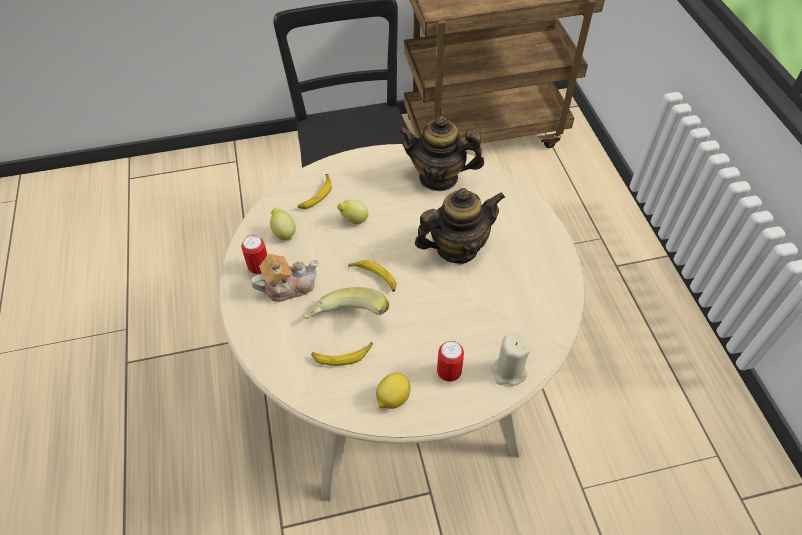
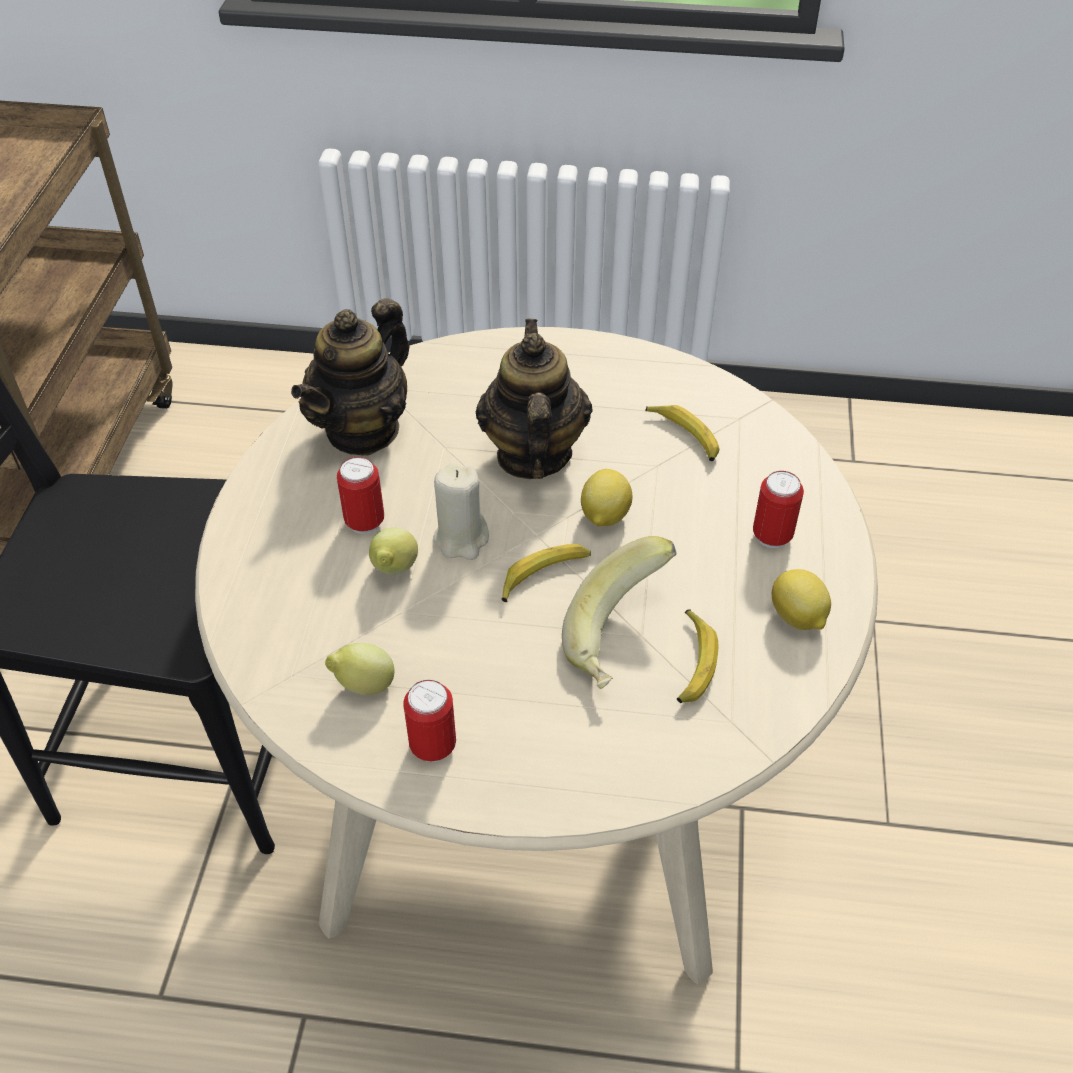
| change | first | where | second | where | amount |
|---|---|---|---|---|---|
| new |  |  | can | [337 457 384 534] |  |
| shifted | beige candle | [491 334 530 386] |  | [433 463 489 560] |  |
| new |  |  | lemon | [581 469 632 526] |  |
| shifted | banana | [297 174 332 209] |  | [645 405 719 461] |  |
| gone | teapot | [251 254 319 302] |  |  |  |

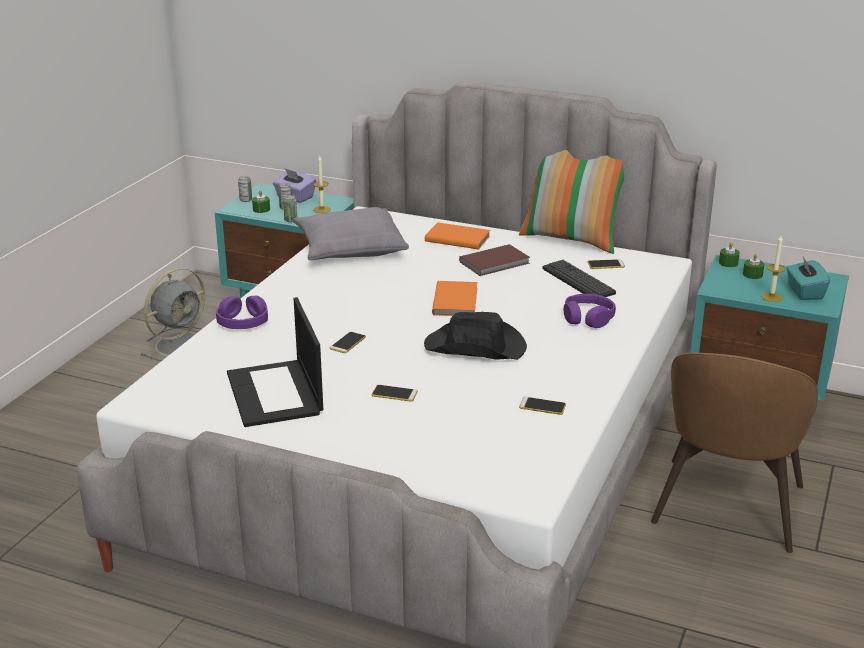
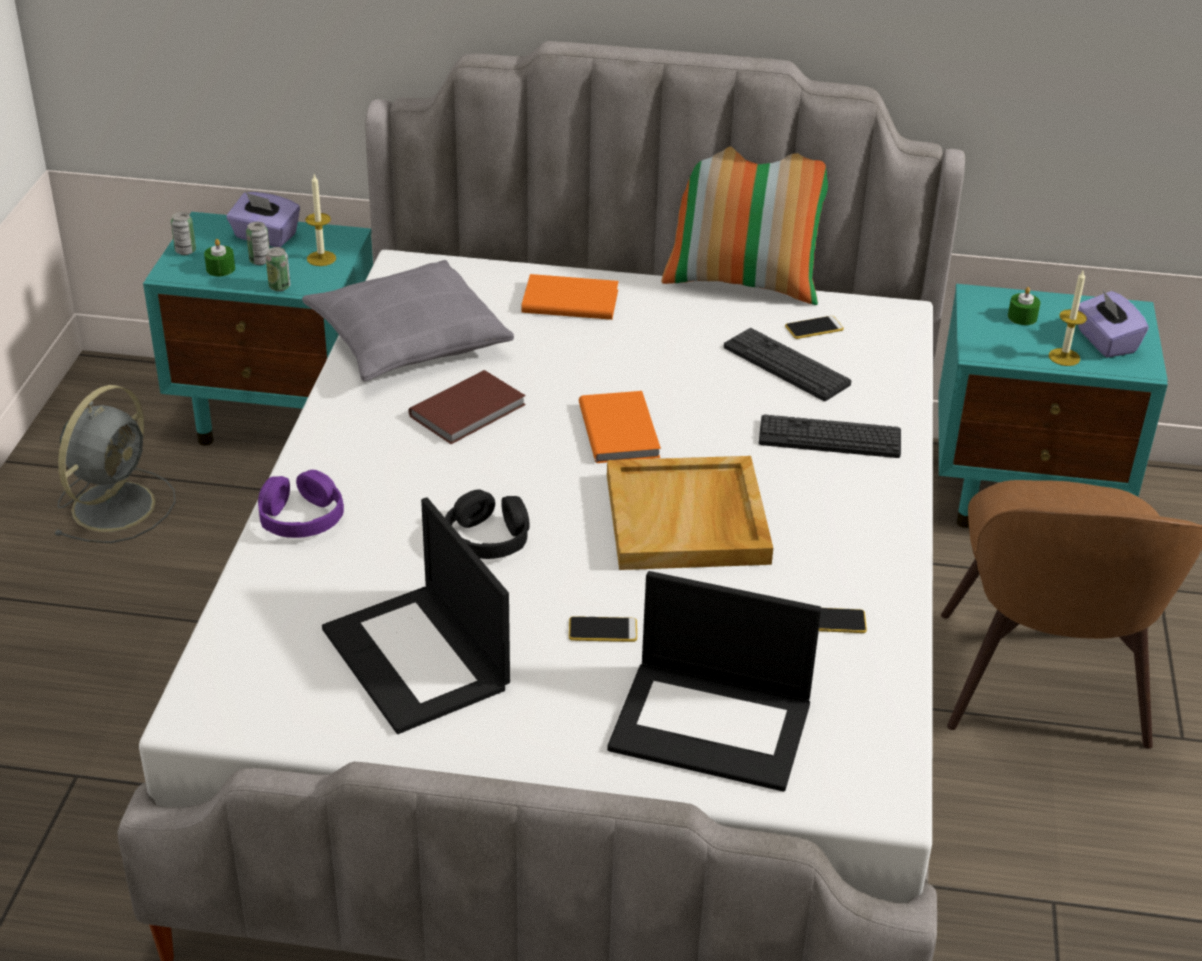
| change | first | where | second | where | amount |
|---|---|---|---|---|---|
| shifted | brown book | [459 244 530 276] |  | [409 370 526 444] |  |
| swapped | phone | [329 332 366 353] | black headphones | [445 489 529 559] |  |
| swapped | black hat | [424 312 527 360] | beige tray | [607 456 773 570] |  |
| new |  |  | laptop | [607 571 822 792] |  |
| swapped | purple headphones | [564 294 616 328] | keyboard | [759 414 901 458] |  |
| repainted | turquoise tissue box | [786 257 830 300] | purple tissue box | [1078 290 1149 358] |  |
| gone | green candle | [719 242 740 267] |  |  |  |

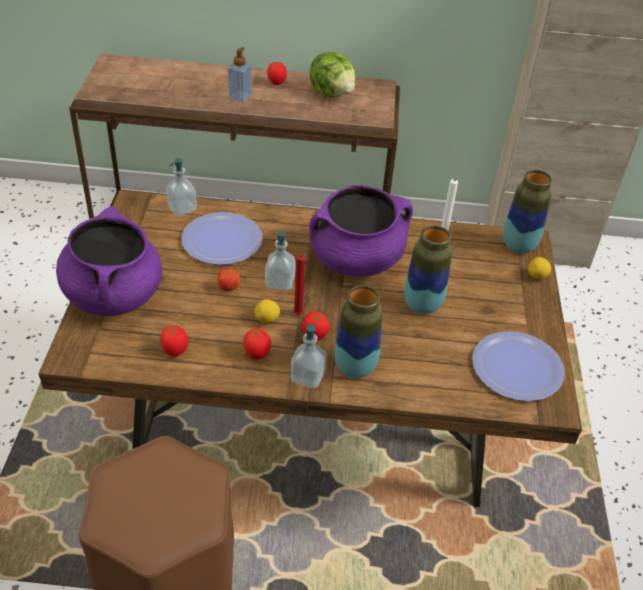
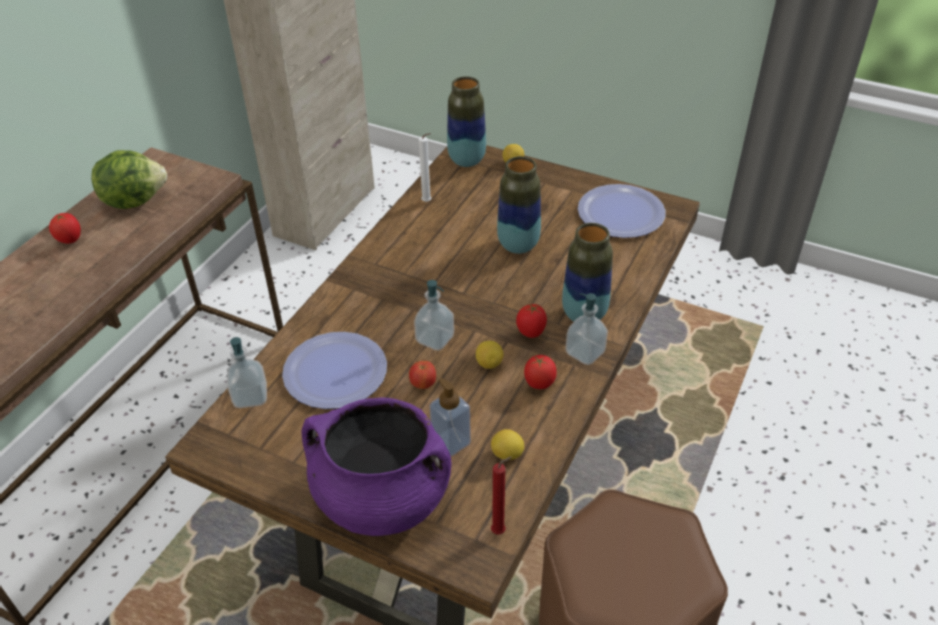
| change | first | where | second | where | amount |
|---|---|---|---|---|---|
| shifted | soap dispenser | [228 47 252 102] |  | [429 378 471 456] |  |
| swapped | tomato | [160 326 188 357] | lemon | [491 429 524 460] |  |
| shifted | red candle | [293 254 307 315] |  | [491 457 512 535] |  |
| gone | purple cooking pot | [309 185 413 277] |  |  |  |

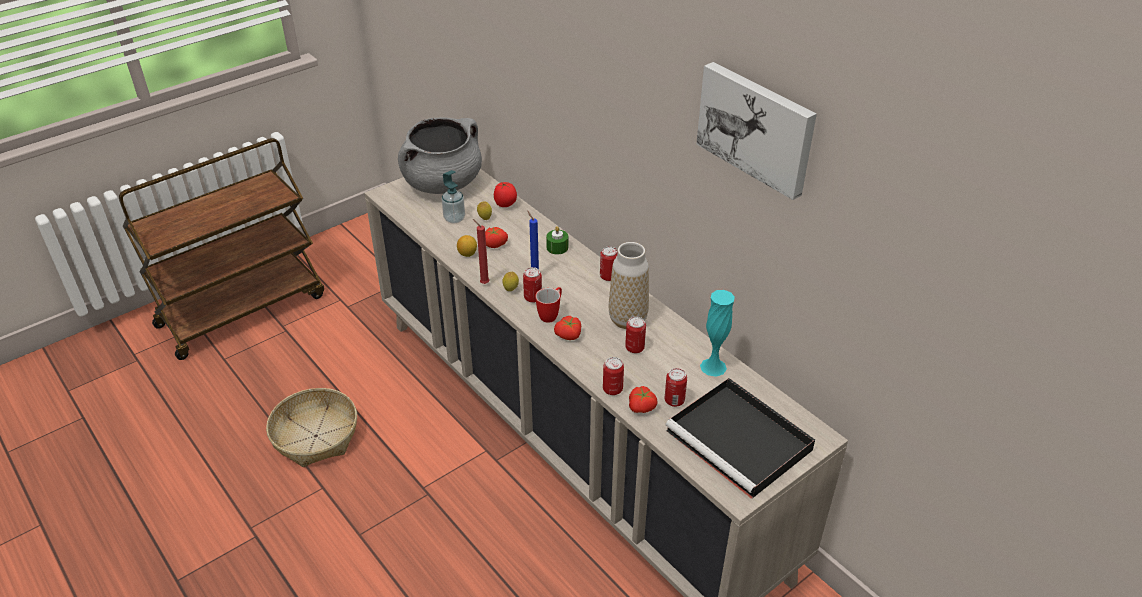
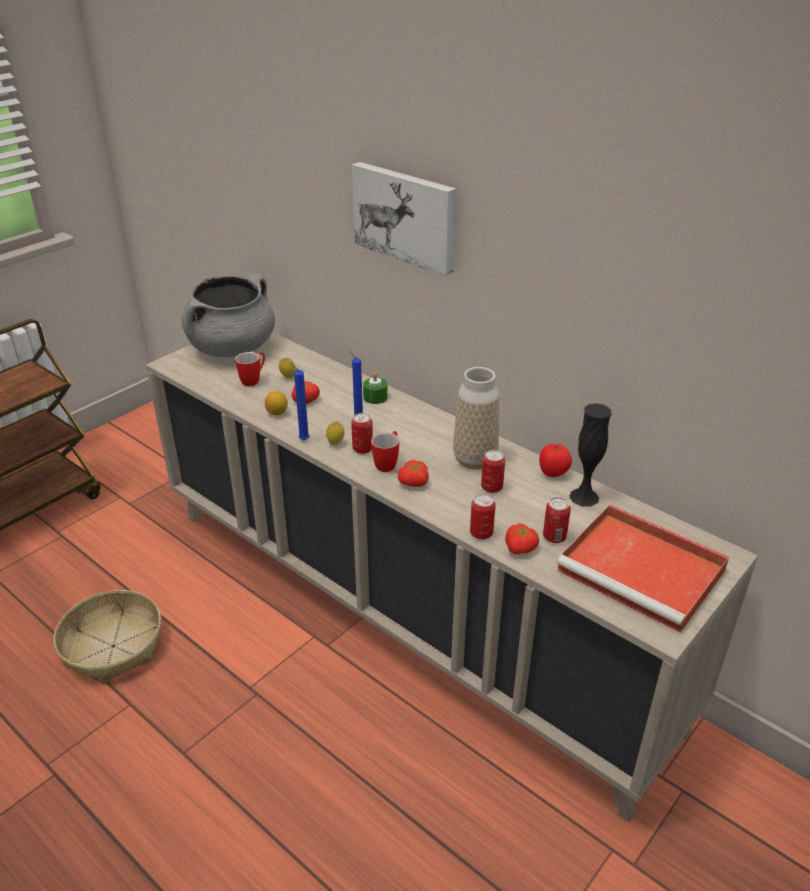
| change | first | where | second | where | amount |
|---|---|---|---|---|---|
| swapped | soap dispenser | [442 170 465 224] | mug | [235 352 265 386] |  |
| repainted | red candle | [473 219 490 284] | blue candle | [289 363 310 441] |  |
| shifted | picture | [696 62 817 200] |  | [352 162 456 276] |  |
| shifted | tomato | [494 182 517 207] |  | [539 444 572 477] |  |
| repainted | black tray | [665 378 815 499] | red tray | [557 504 729 633] |  |
| repainted | turquoise vase | [700 290 735 377] | black vase | [569 403 612 507] |  |
| gone | can | [600 246 617 281] |  |  |  |

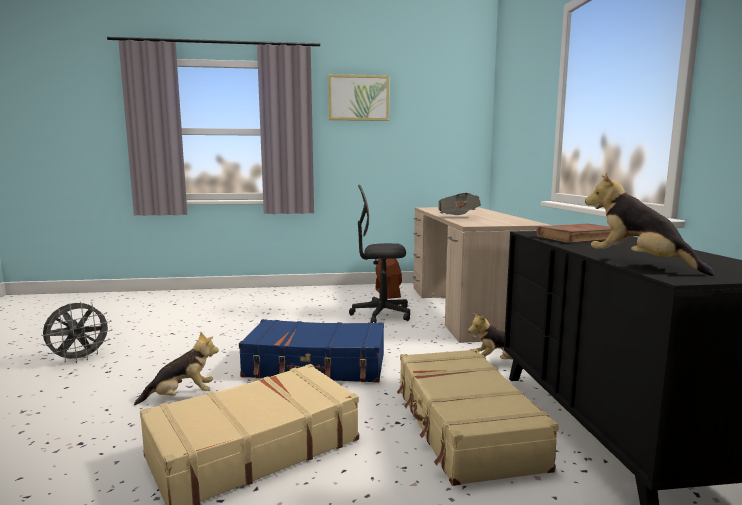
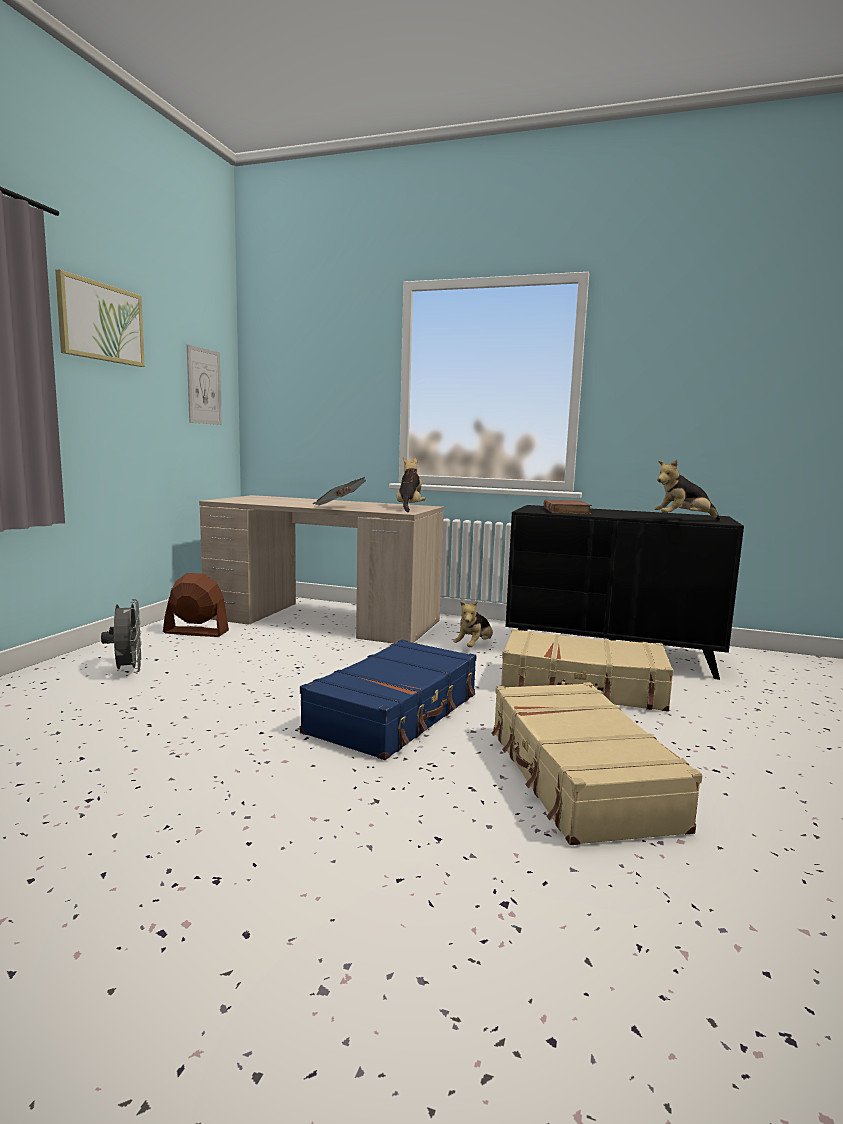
| change | first | where | second | where | amount |
|---|---|---|---|---|---|
| shifted | grey fan | [41 301 112 363] |  | [101 599 142 673] |  |
| new |  |  | picture | [187 345 222 425] |  |
| shifted | plush toy | [134 332 219 405] |  | [396 457 426 512] |  |
| gone | grey office chair | [349 184 410 323] |  |  |  |

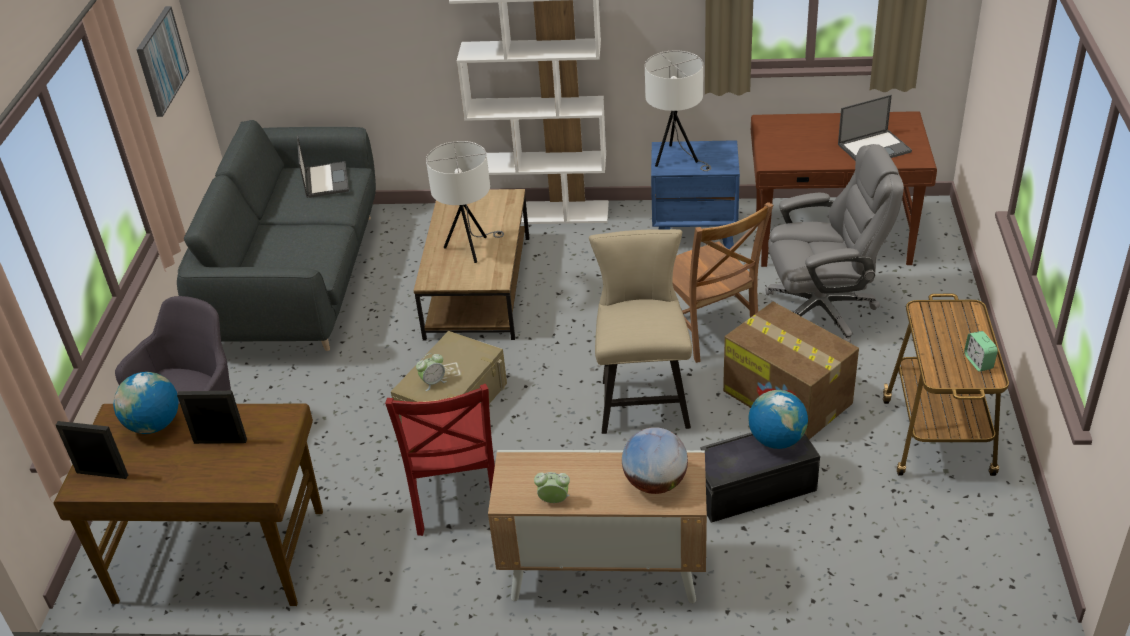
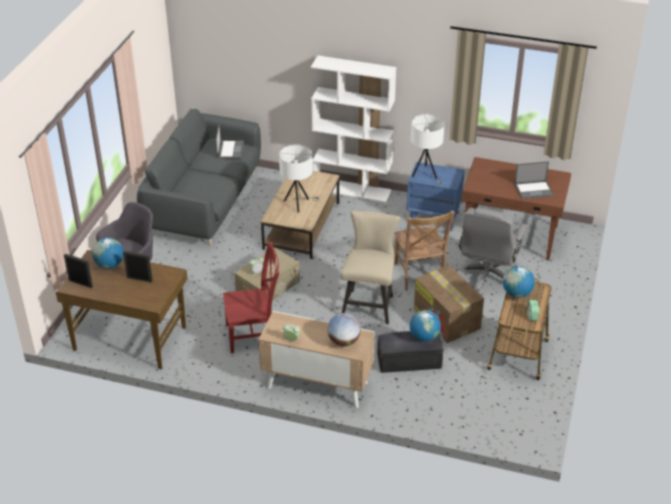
| change | first | where | second | where | amount |
|---|---|---|---|---|---|
| rotated | red chair | [385 384 495 536] |  | [223 242 279 354] | 105 degrees counterclockwise |
| rotated | grey office chair | [765 144 904 343] |  | [454 207 527 293] | 105 degrees clockwise |
| new |  |  | globe | [503 266 535 298] |  |
| gone | picture | [136 6 190 117] |  |  |  |

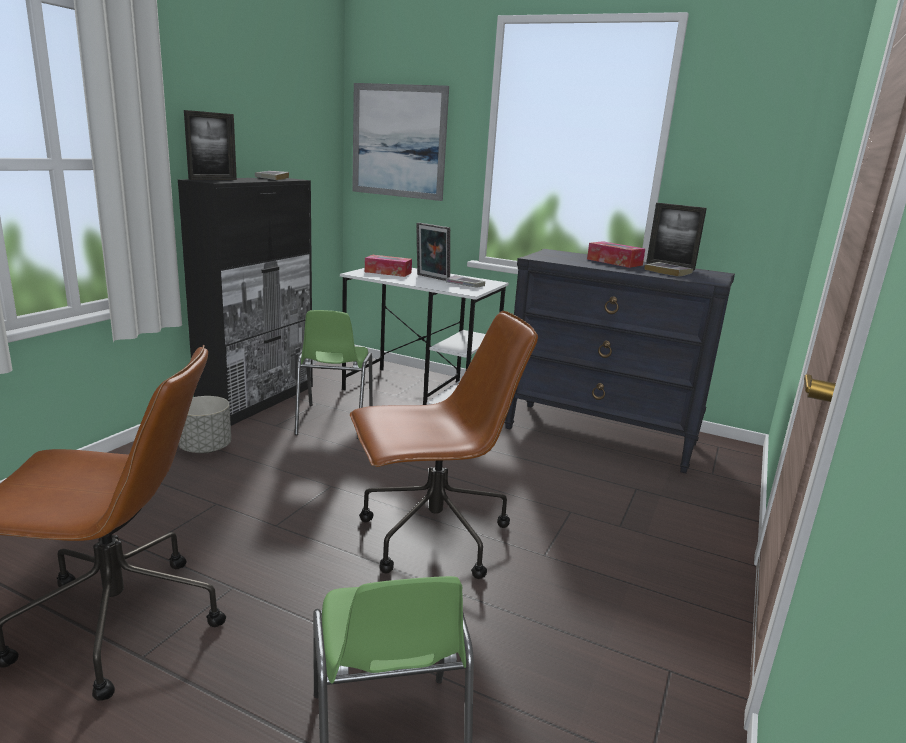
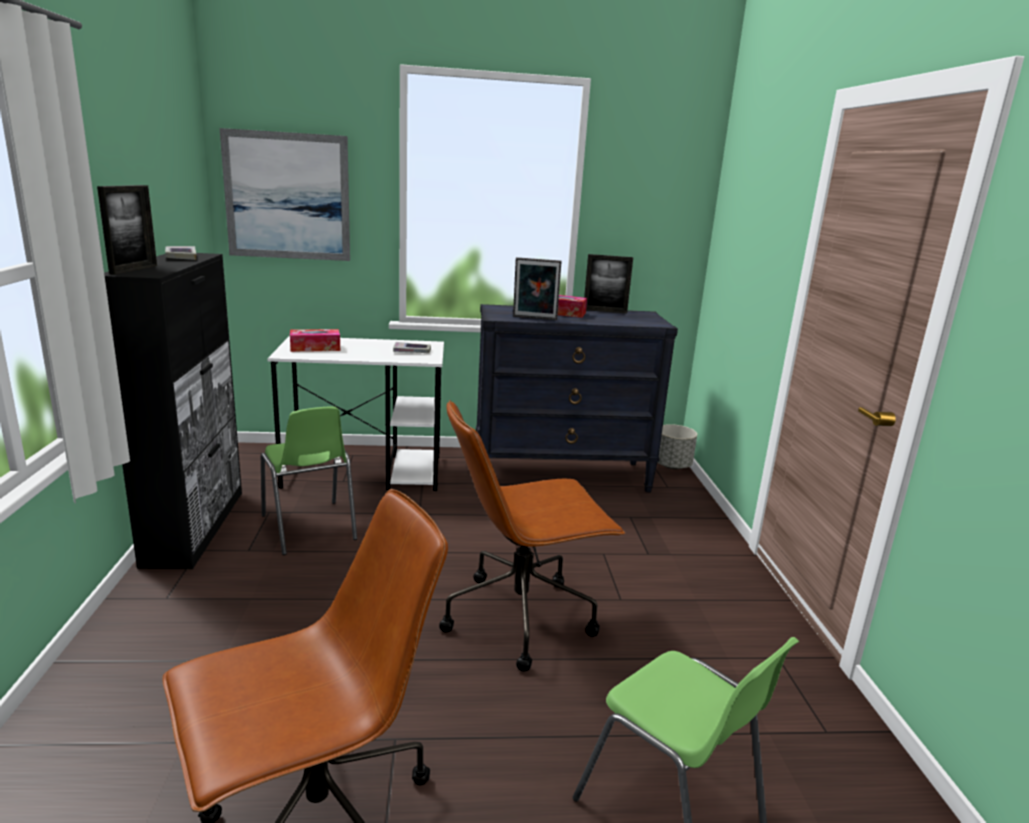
| change | first | where | second | where | amount |
|---|---|---|---|---|---|
| rotated | brown office chair | [350 311 538 579] |  | [439 400 625 672] | 150 degrees counterclockwise |
| shifted | picture frame | [416 223 450 281] |  | [513 257 562 320] |  |
| shifted | grey planter | [178 396 231 453] |  | [657 424 697 469] |  |
| gone | book | [644 262 693 277] |  |  |  |

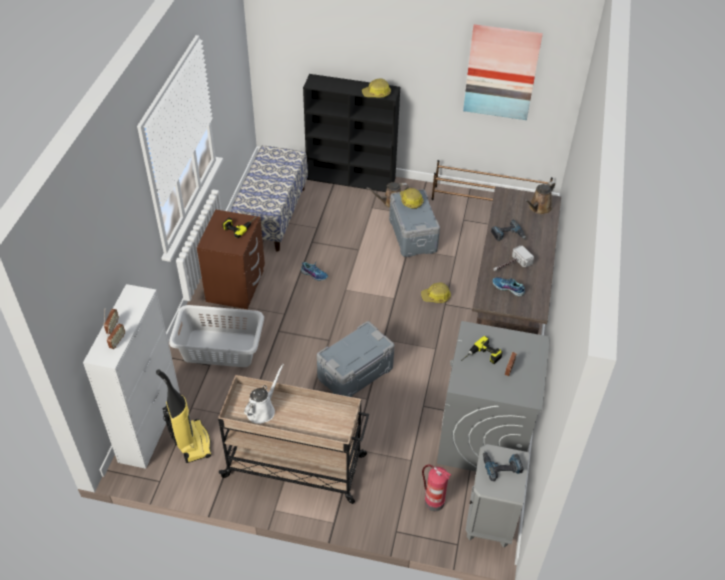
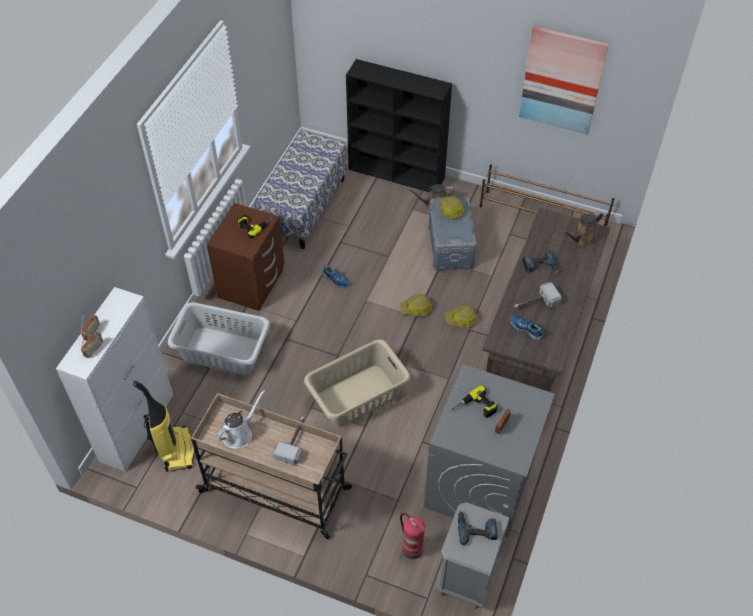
| change | first | where | second | where | amount |
|---|---|---|---|---|---|
| new |  |  | hammer | [273 416 305 465] |  |
| swapped | grey storage box | [317 321 394 397] | beige laundry basket | [304 340 410 427] |  |
| shifted | hard hat | [362 78 391 98] |  | [400 294 432 316] |  |

